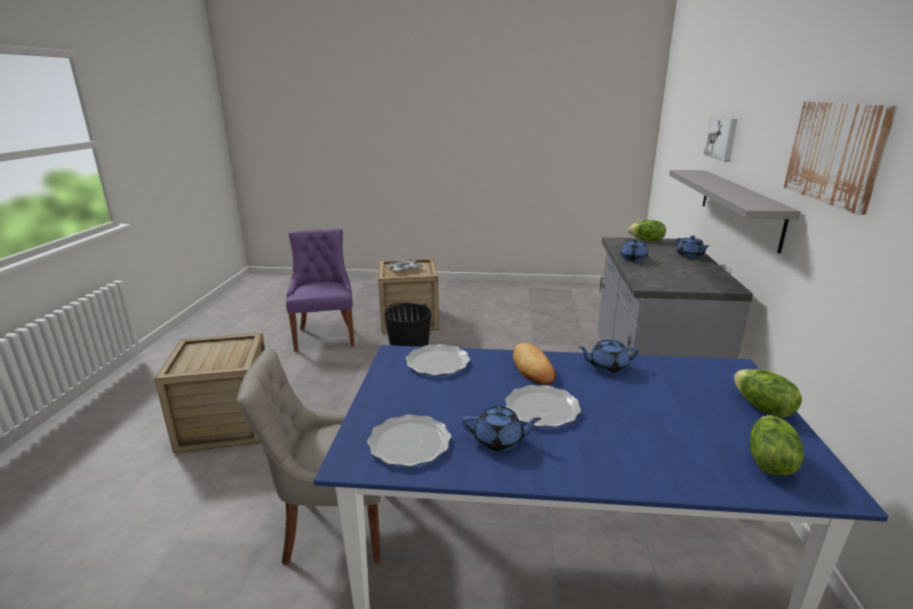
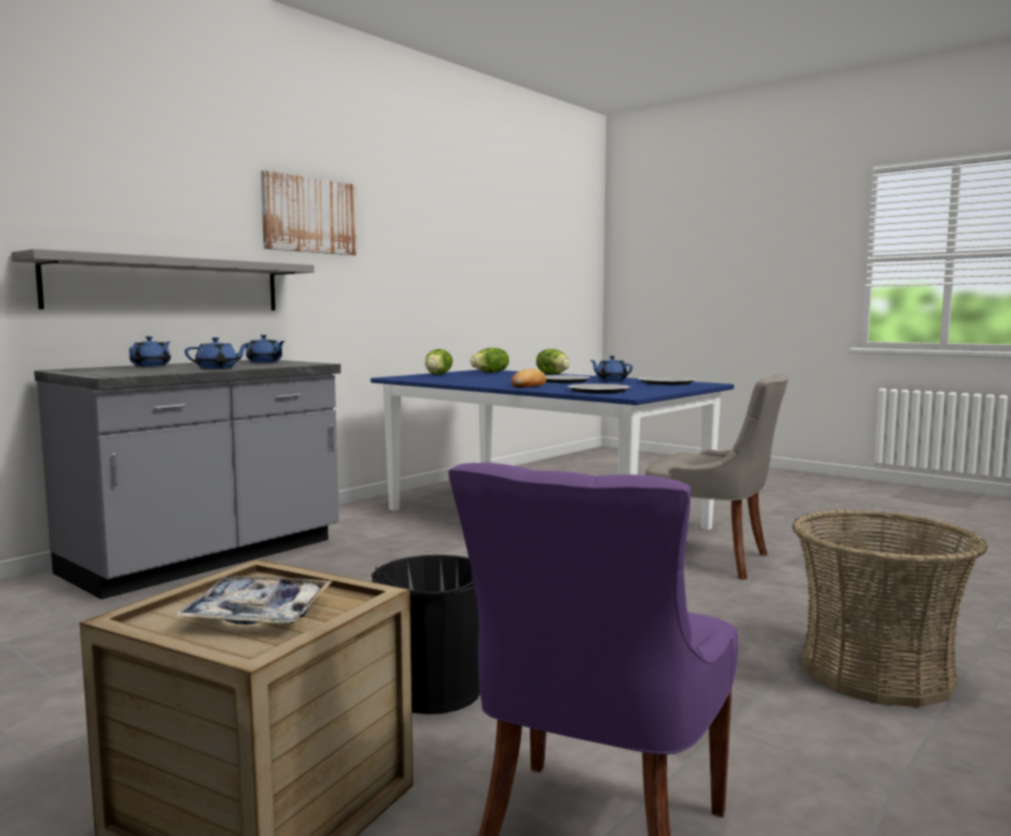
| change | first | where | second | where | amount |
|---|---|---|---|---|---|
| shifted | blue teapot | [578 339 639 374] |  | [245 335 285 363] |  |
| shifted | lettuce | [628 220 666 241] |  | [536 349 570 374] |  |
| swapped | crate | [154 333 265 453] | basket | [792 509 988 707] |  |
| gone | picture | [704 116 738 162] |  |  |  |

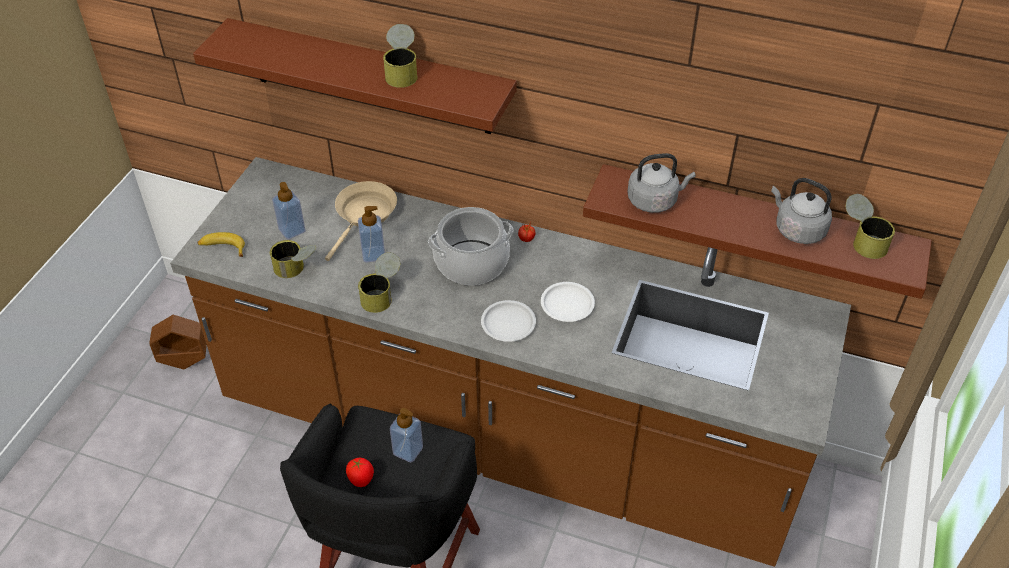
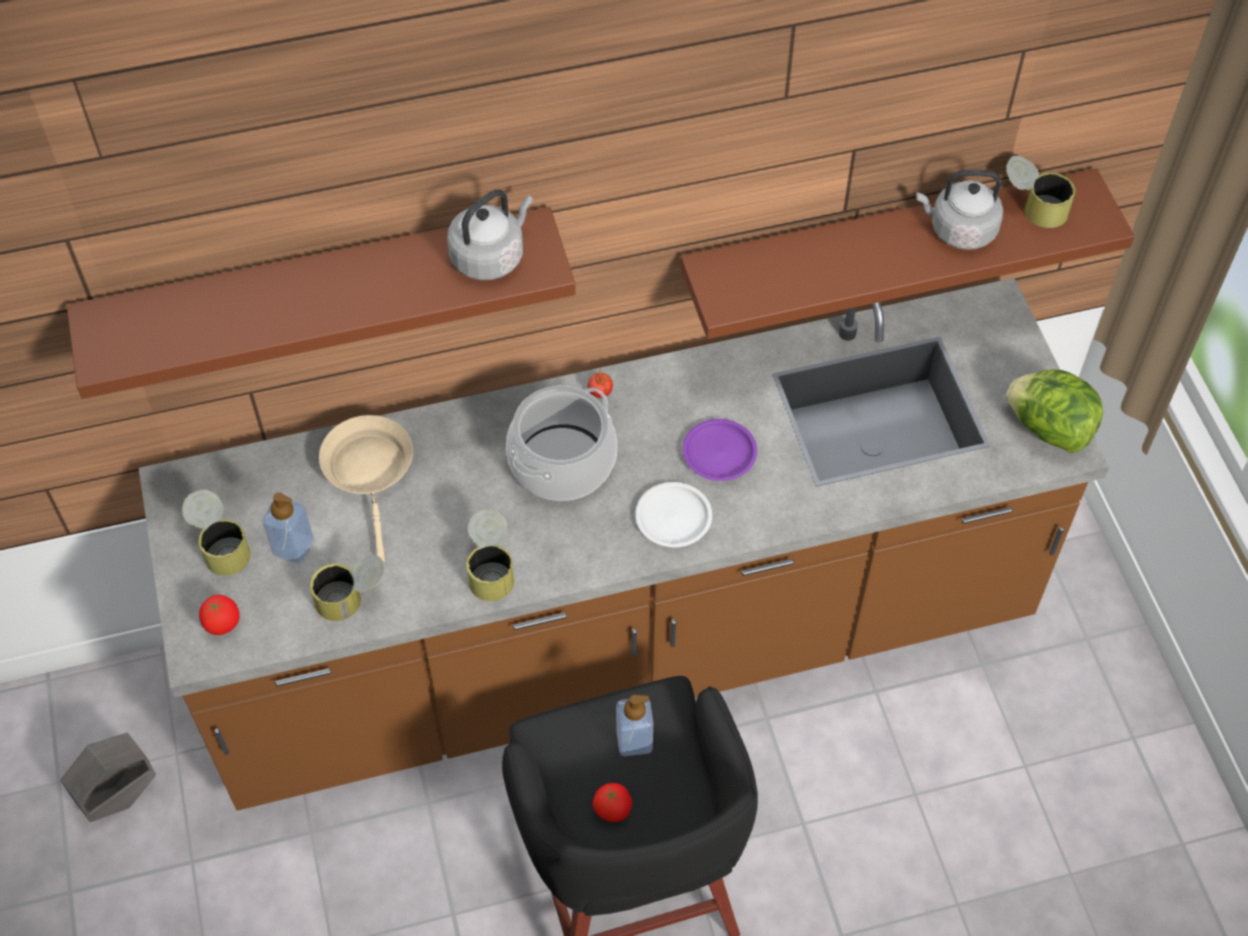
| change | first | where | second | where | amount |
|---|---|---|---|---|---|
| repainted | brown planter | [149 315 207 369] | grey planter | [60 733 156 822] |  |
| shifted | can | [383 24 418 88] |  | [182 489 251 576] |  |
| swapped | banana | [197 232 245 257] | tomato | [199 595 240 635] |  |
| shifted | grey kettle | [627 153 696 213] |  | [447 190 533 280] |  |
| repainted | white plate | [541 282 595 322] | purple plate | [682 419 757 481] |  |
| new |  |  | lettuce | [1006 369 1103 453] |  |
| gone | soap dispenser | [358 206 385 263] |  |  |  |

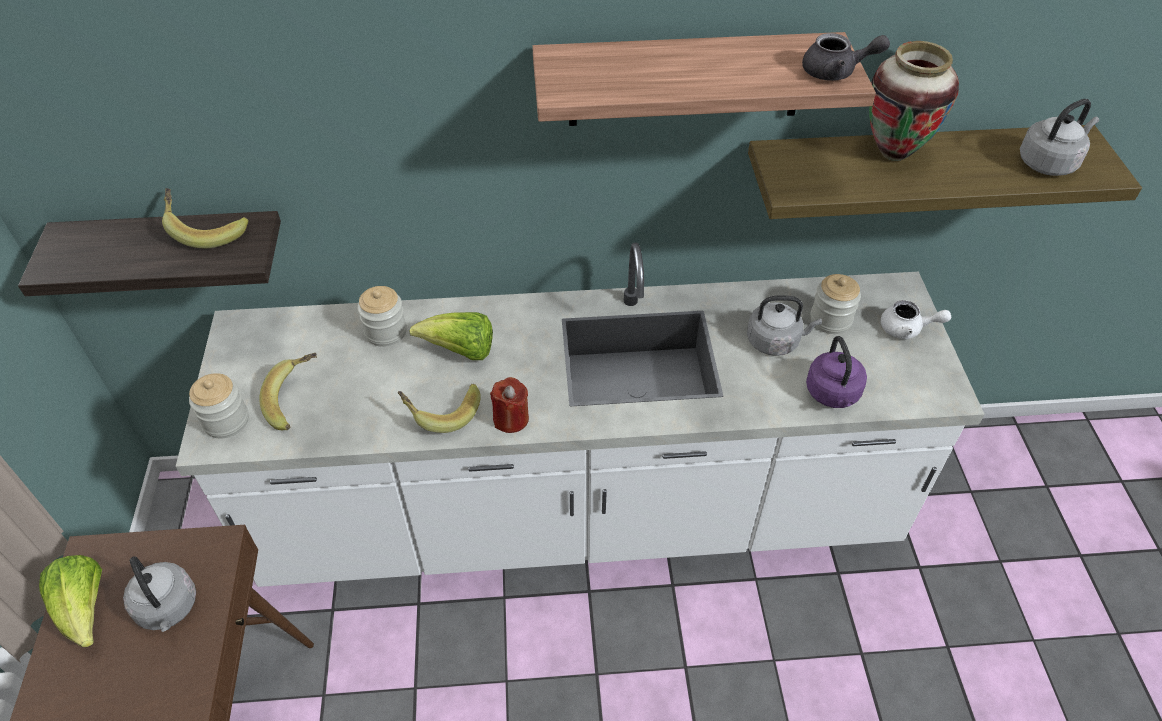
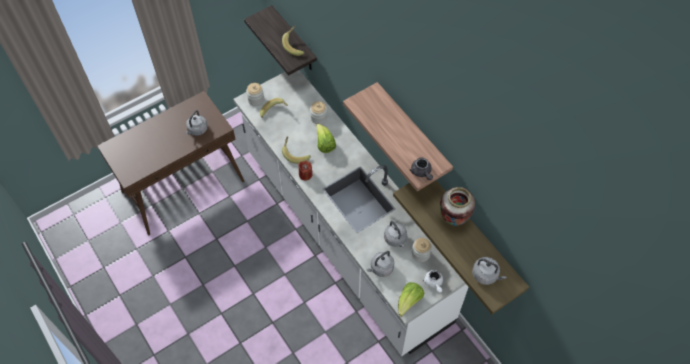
| change | first | where | second | where | amount |
|---|---|---|---|---|---|
| repainted | purple kettle | [806 336 867 408] | grey kettle | [366 251 394 277] |  |
| shifted | lettuce | [39 555 102 647] |  | [398 282 424 317] |  |

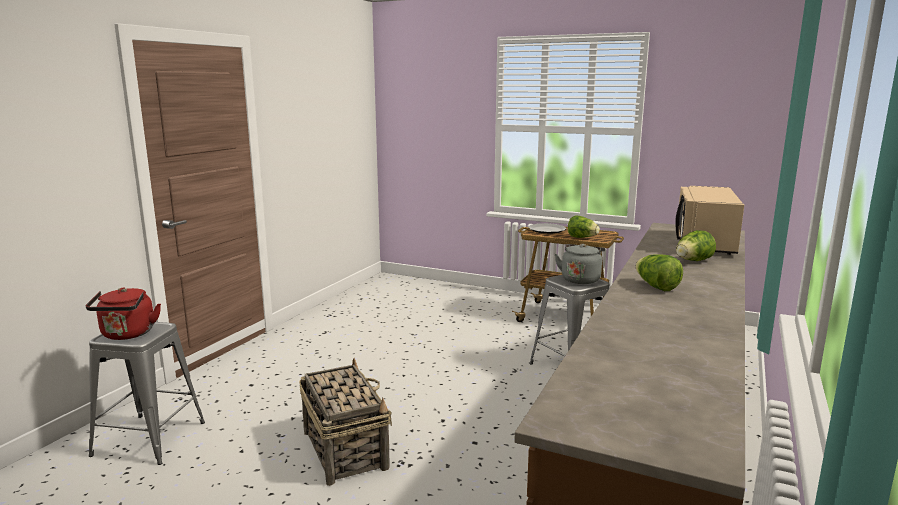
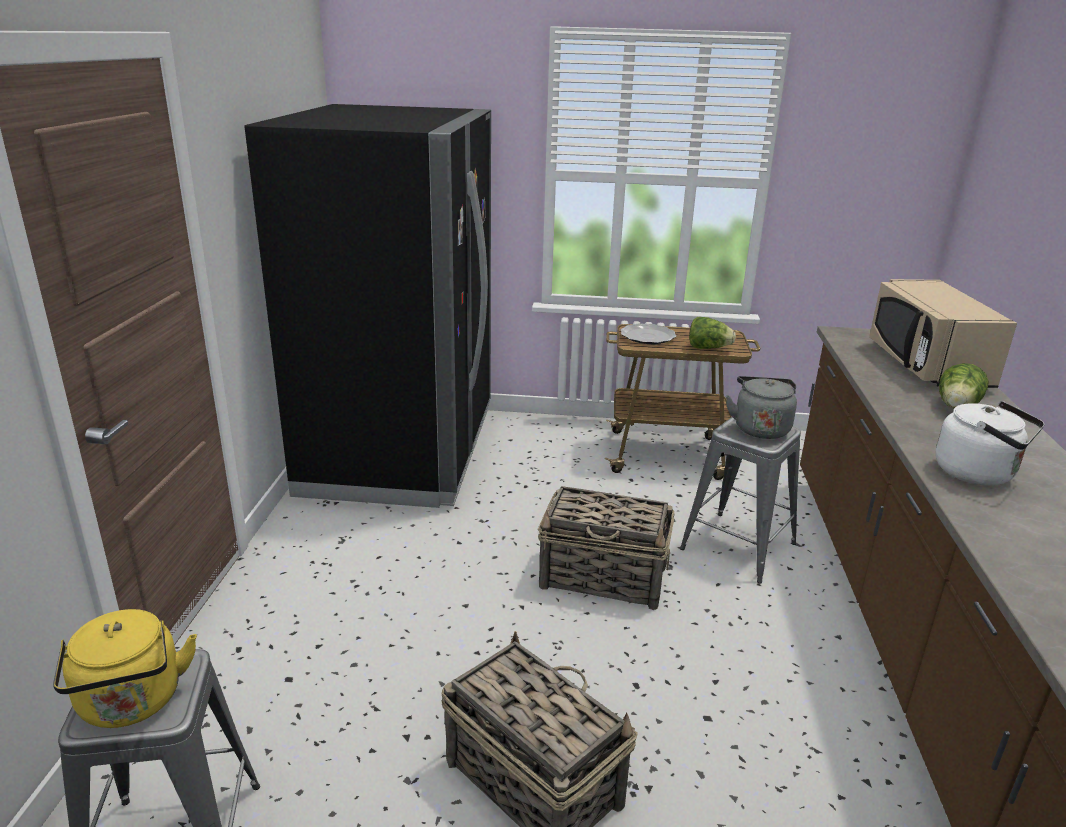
| change | first | where | second | where | amount |
|---|---|---|---|---|---|
| repainted | red kettle | [86 287 161 340] | yellow kettle | [53 609 197 728] |  |
| new |  |  | black fridge | [244 104 491 508] |  |
| new |  |  | basket | [538 486 675 610] |  |
| swapped | lettuce | [636 254 683 291] | white kettle | [935 401 1045 486] |  |

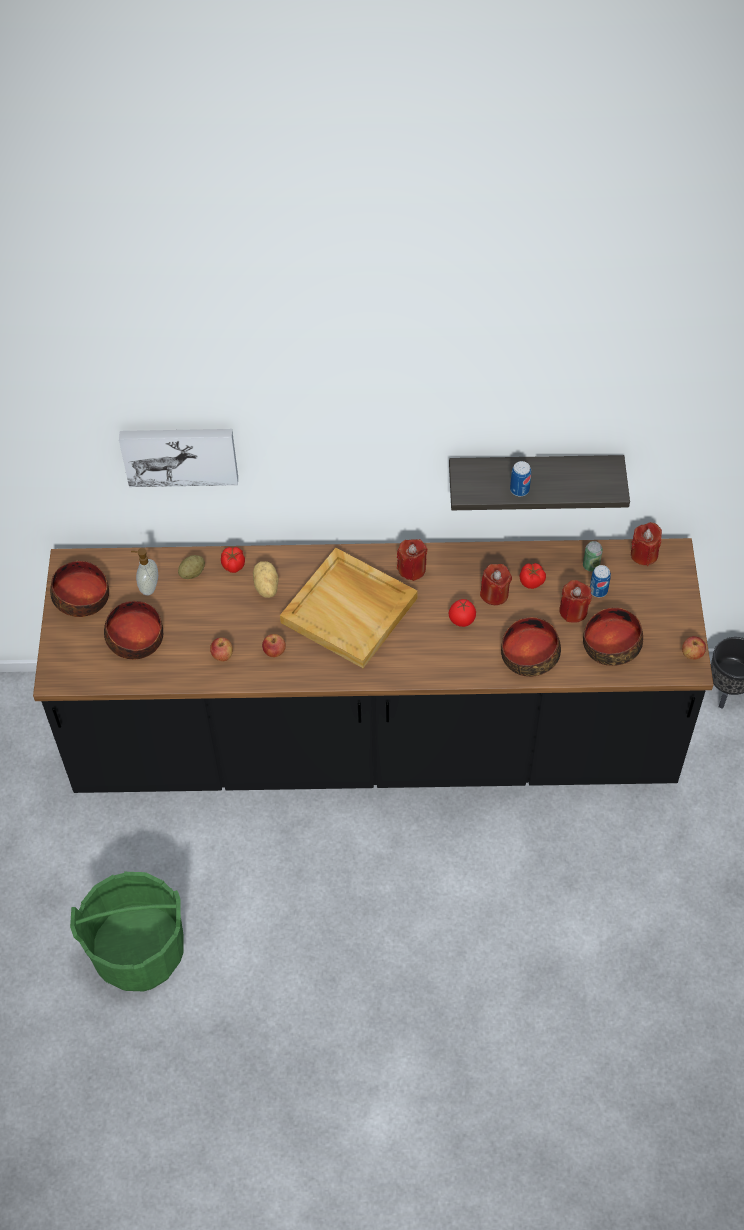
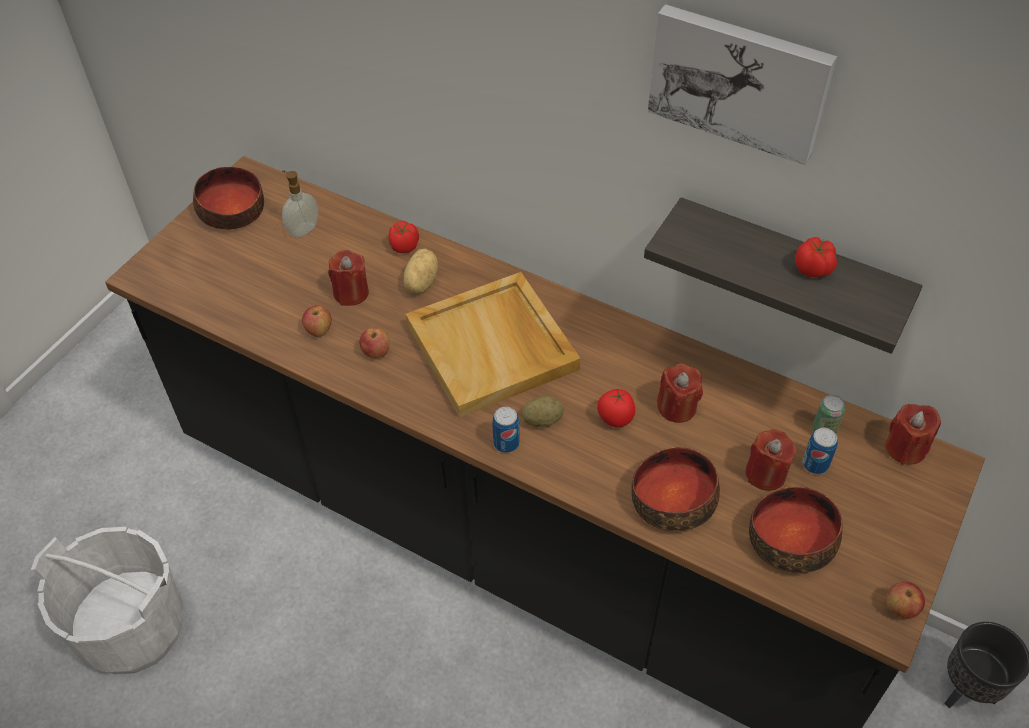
| change | first | where | second | where | amount |
|---|---|---|---|---|---|
| repainted | green bucket | [70 872 184 991] | white bucket | [31 527 184 674] |  |
| shifted | red candle | [397 539 428 581] |  | [328 250 369 306] |  |
| shifted | can | [510 461 531 496] |  | [492 407 520 453] |  |
| shifted | potato | [178 555 205 579] |  | [522 396 564 427] |  |
| shifted | picture | [119 429 238 487] |  | [648 4 837 165] |  |
| shifted | tomato | [520 563 546 589] |  | [795 237 837 277] |  |
| gone | bowl | [104 601 163 660] |  |  |  |

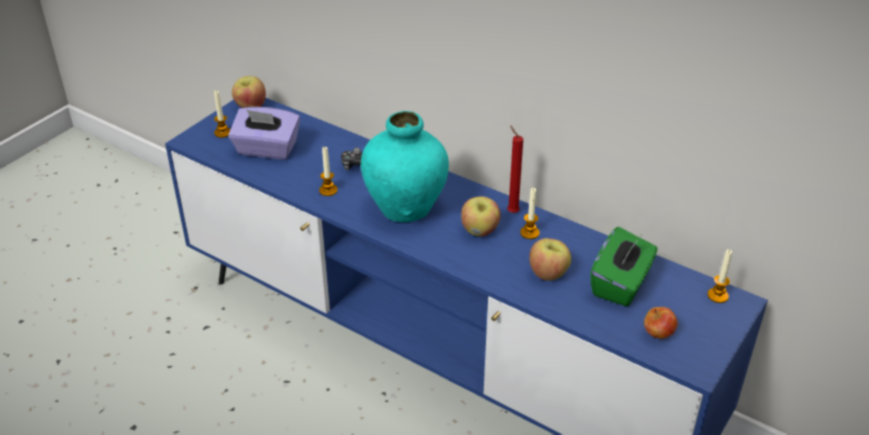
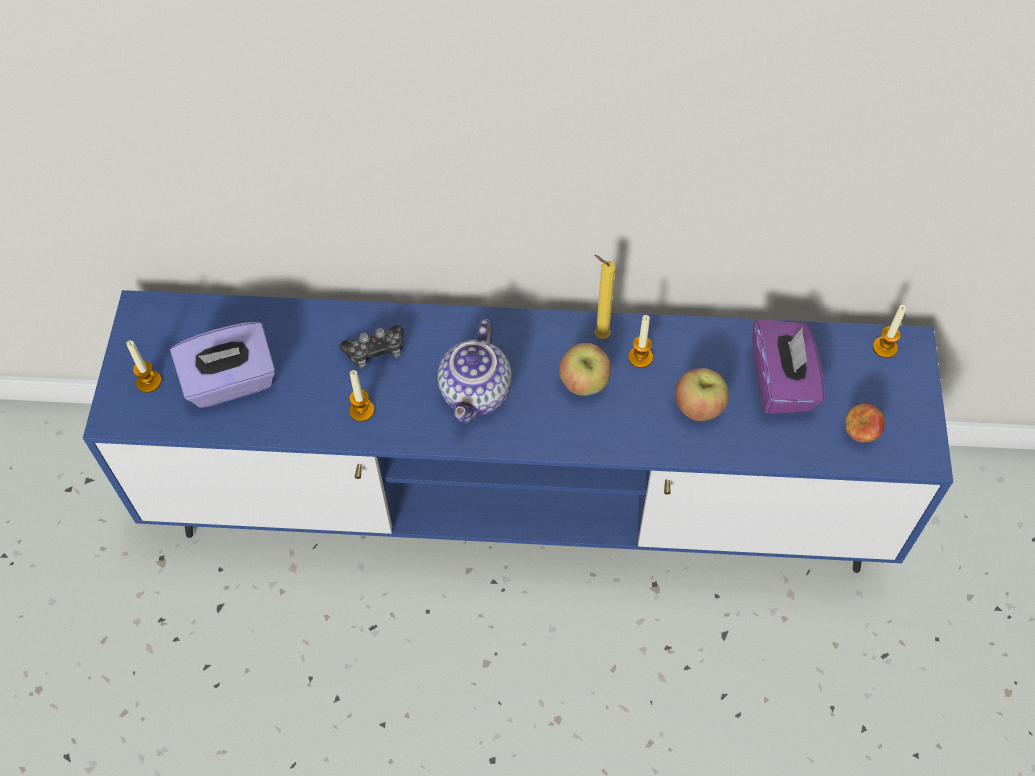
| change | first | where | second | where | amount |
|---|---|---|---|---|---|
| swapped | turquoise vase | [361 111 449 222] | teapot | [438 319 512 423] |  |
| repainted | red candle | [507 125 523 213] | yellow candle | [594 255 616 339] |  |
| repainted | green tissue box | [590 227 658 306] | purple tissue box | [753 319 825 414] |  |
| gone | apple | [232 76 266 108] |  |  |  |

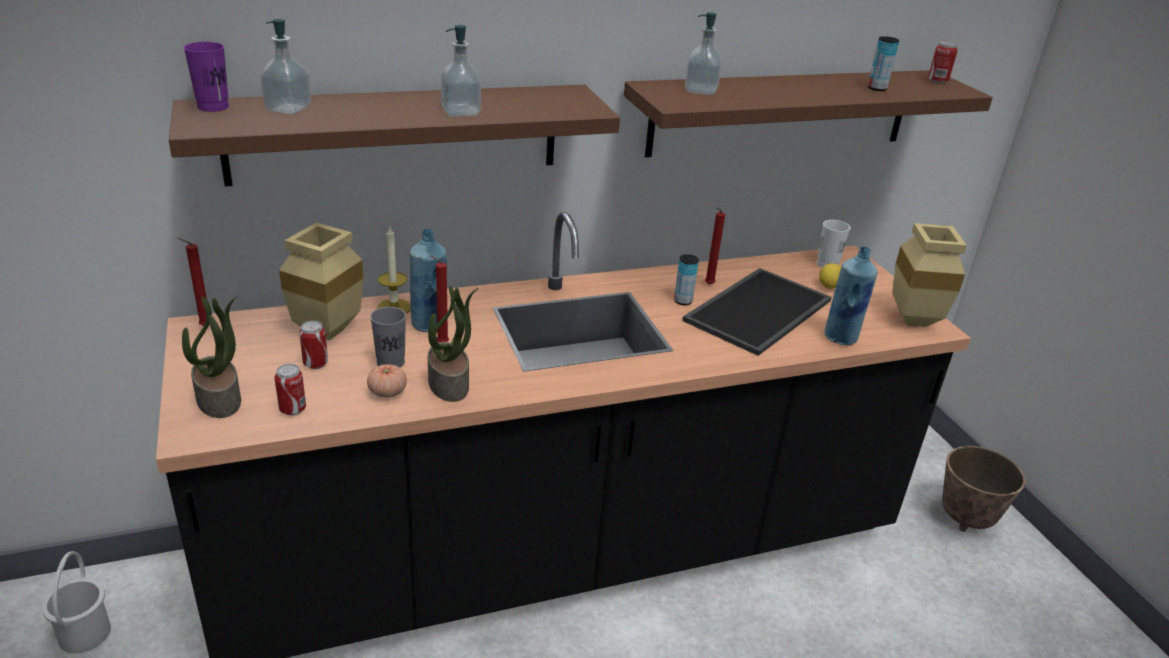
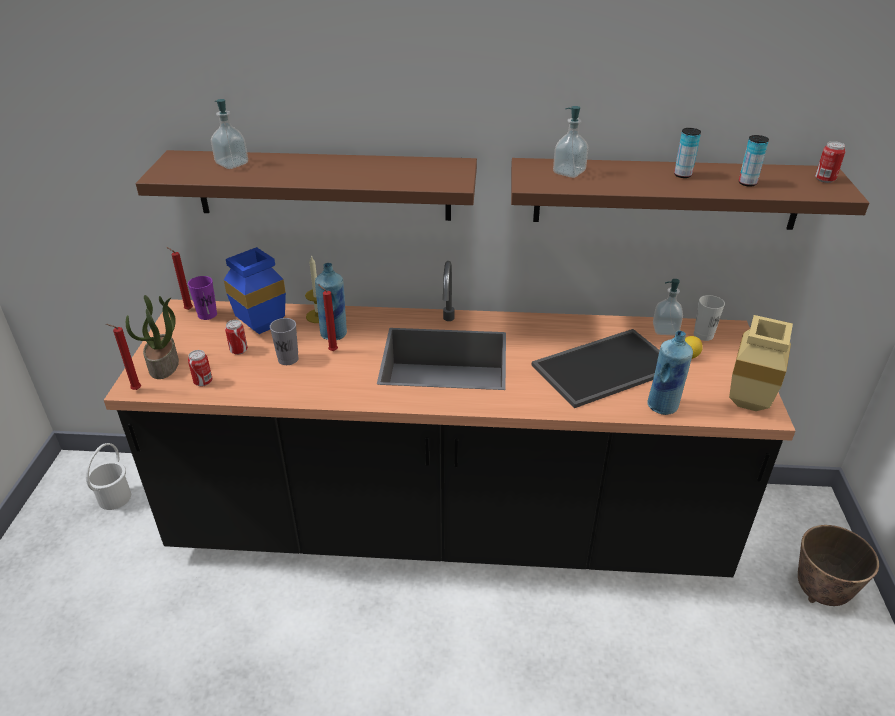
| change | first | where | second | where | amount |
|---|---|---|---|---|---|
| shifted | red candle | [705 207 725 285] |  | [106 324 141 390] |  |
| shifted | purple cup | [184 42 229 112] |  | [188 276 217 320] |  |
| repainted | beige vase | [279 222 364 340] | blue vase | [224 247 286 334] |  |
| shifted | soap dispenser | [441 25 481 117] |  | [653 279 683 336] |  |
| shifted | can | [674 254 699 305] |  | [674 128 701 178] |  |
| gone | tomato | [367 364 407 398] |  |  |  |
| gone | potted plant | [428 286 479 402] |  |  |  |

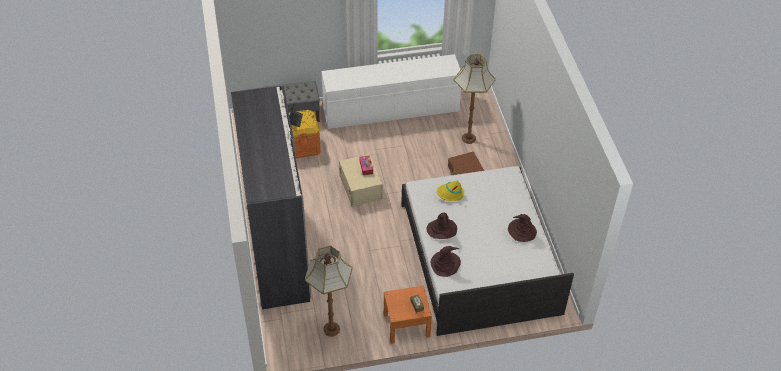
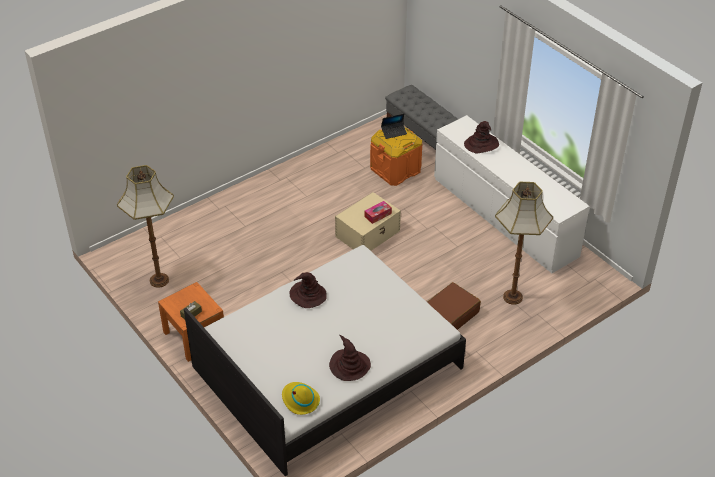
| change | first | where | second | where | amount |
|---|---|---|---|---|---|
| shifted | yellow hat | [437 181 464 201] |  | [282 382 320 415] |  |
| shifted | brown hat | [431 246 461 277] |  | [464 121 499 154] |  |
| gone | grey wardrobe | [231 85 311 309] |  |  |  |

